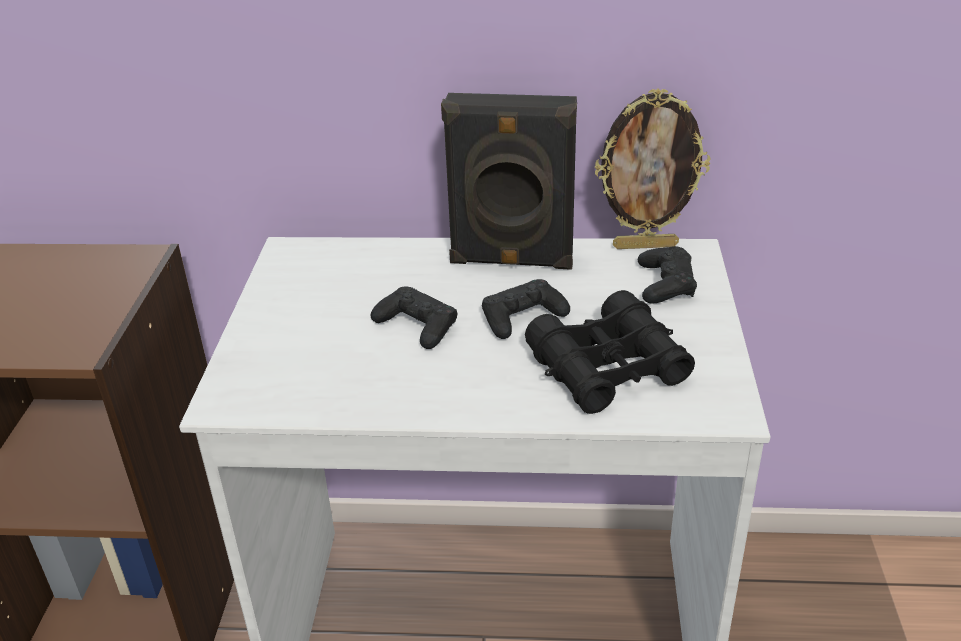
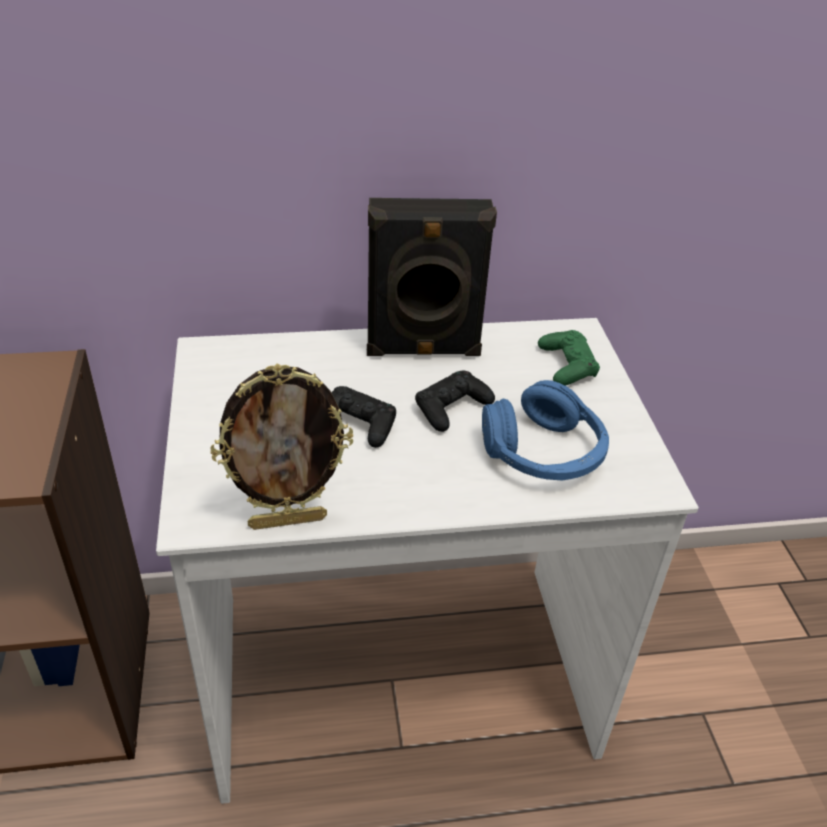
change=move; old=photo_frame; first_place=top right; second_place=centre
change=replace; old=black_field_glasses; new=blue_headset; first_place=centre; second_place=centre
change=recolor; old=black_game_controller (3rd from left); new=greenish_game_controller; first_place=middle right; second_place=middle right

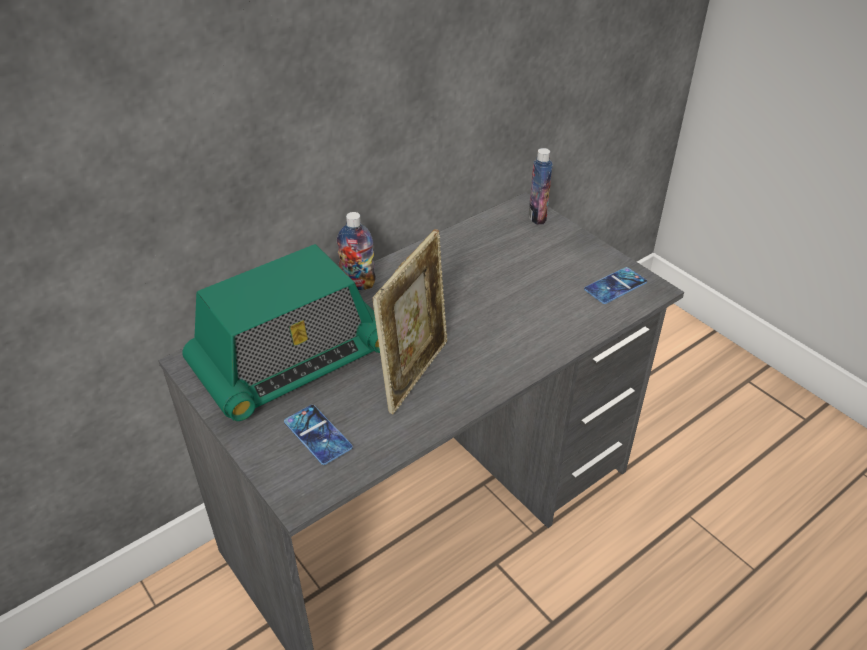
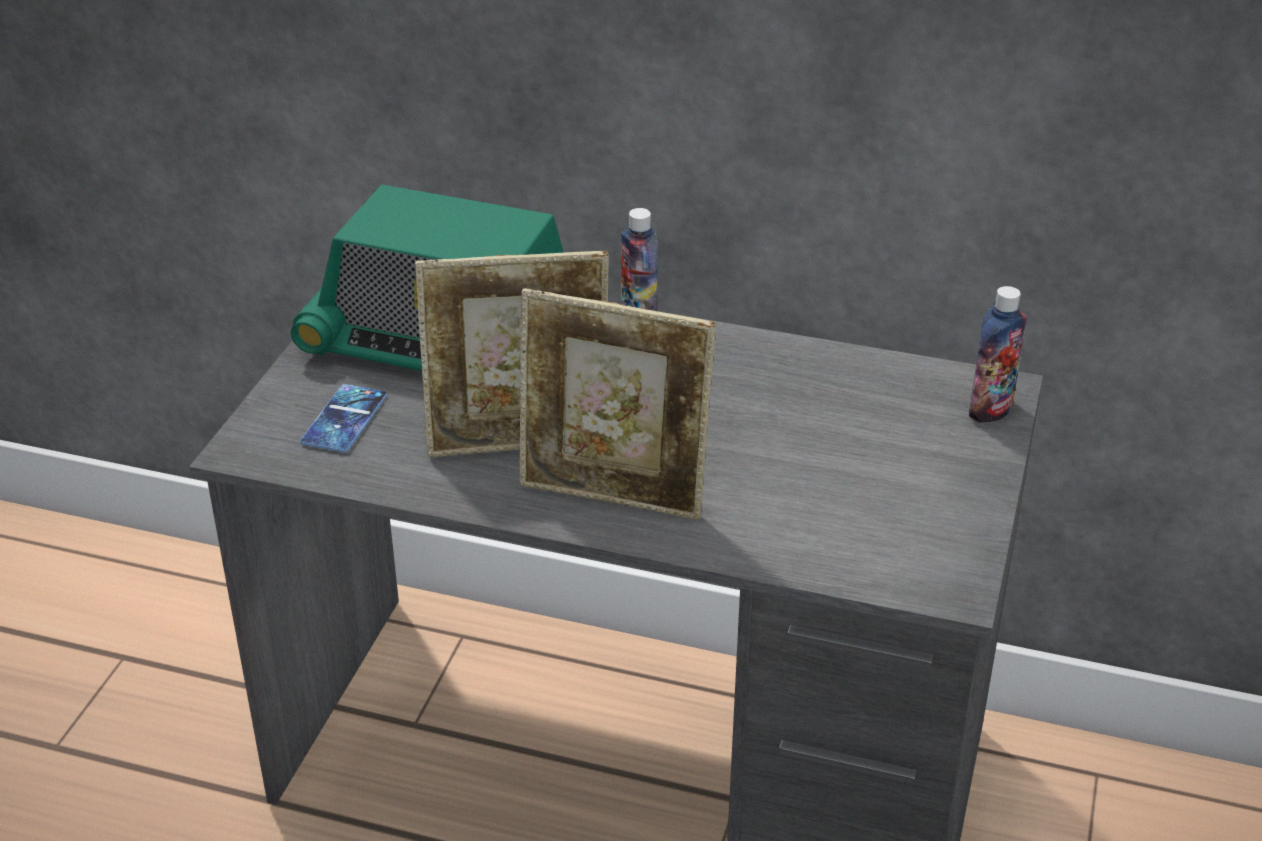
change=delete; old=handset (2nd from left); first_place=middle right
change=insert; new=photo_frame (2nd from left); second_place=centre

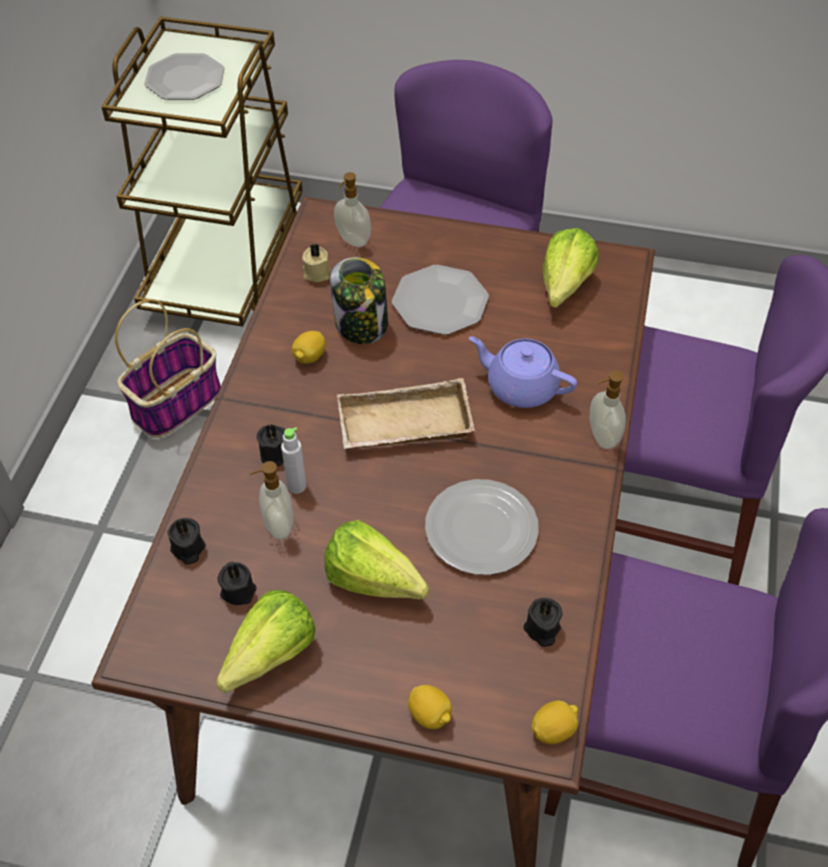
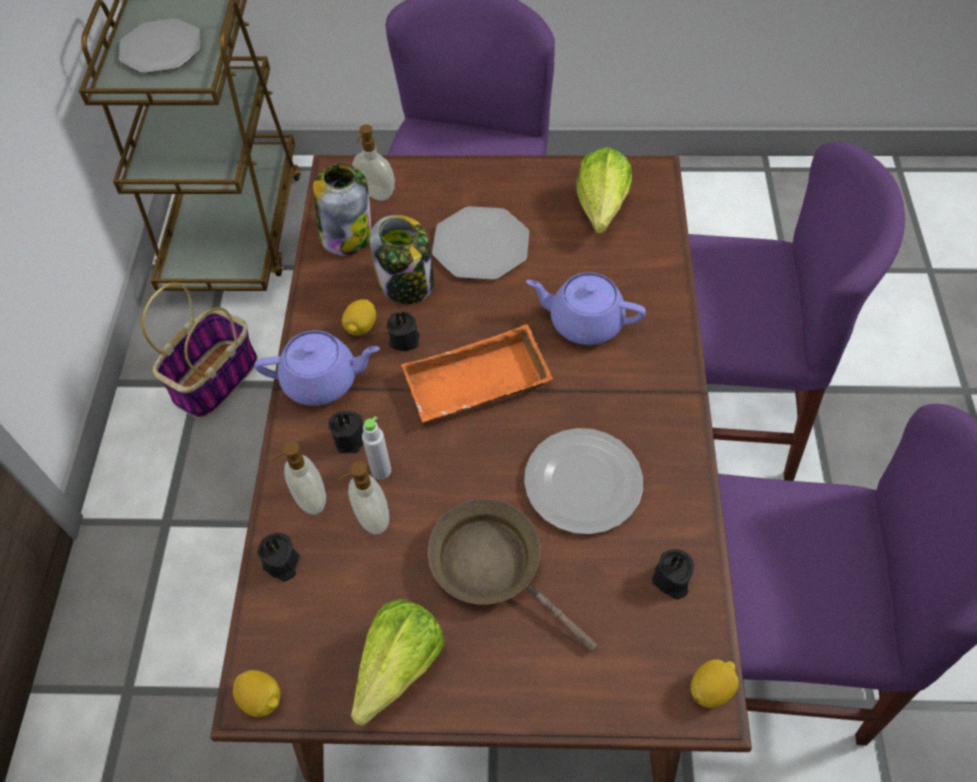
change=insert; new=purple-coloured_pot_for_tea (1st from left); second_place=middle left
change=move; old=black_wax_light (2nd from left in the first image); new=black_wax_light (3rd from left); first_place=bottom left; second_place=centre
change=move; old=citrus_fruit (2nd from left in the first image); new=citrus_fruit (1st from left); first_place=bottom centre; second_place=bottom left
change=move; old=soap_bottle (3rd from left in the first image); new=soap_bottle (1st from left); first_place=middle right; second_place=middle left
change=replace; old=sand-coloured_wax_light; new=jar (1st from left); first_place=top centre; second_place=top centre
change=replace; old=lettuce (2nd from left); new=brown_pan; first_place=centre; second_place=bottom centre
change=recolor; old=sand-coloured_carrying_tray; new=orange-coloured_carrying_tray; first_place=centre; second_place=centre

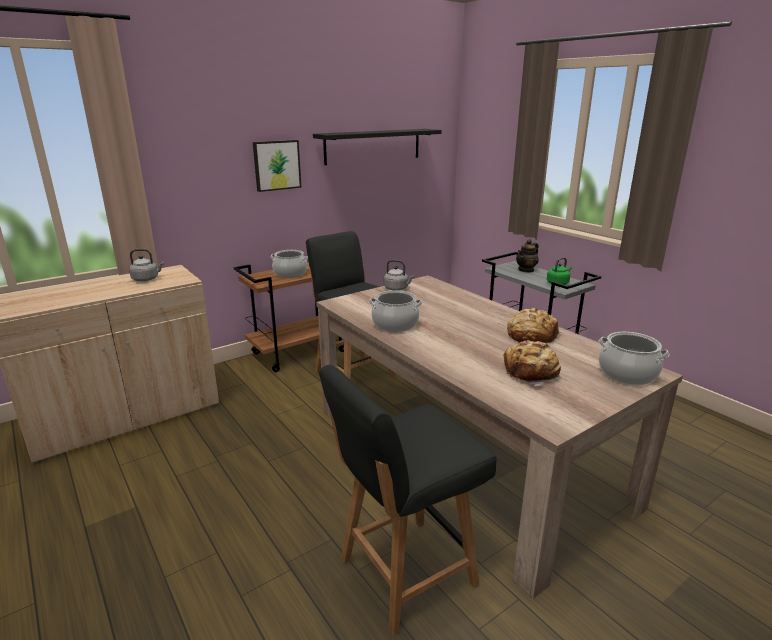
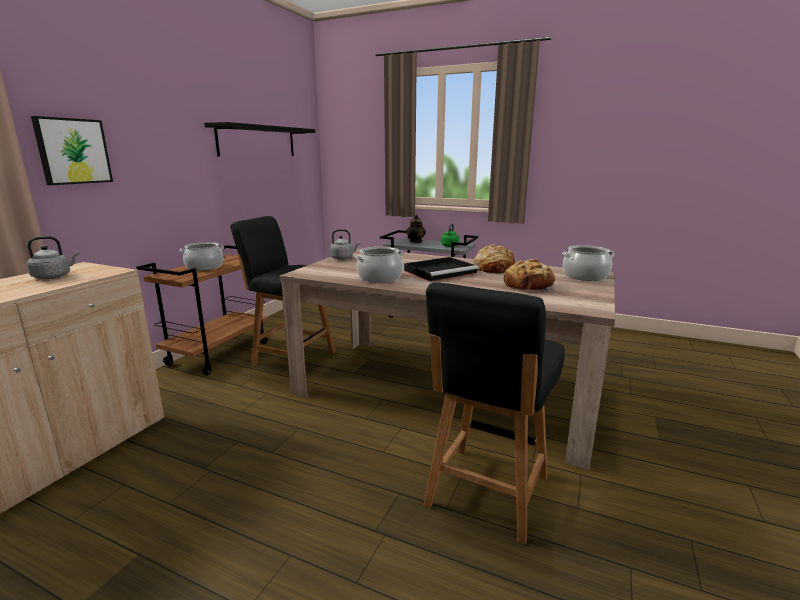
change=insert; new=black_carrying_tray; second_place=centre
change=move; old=wall_art; first_place=top centre; second_place=top left

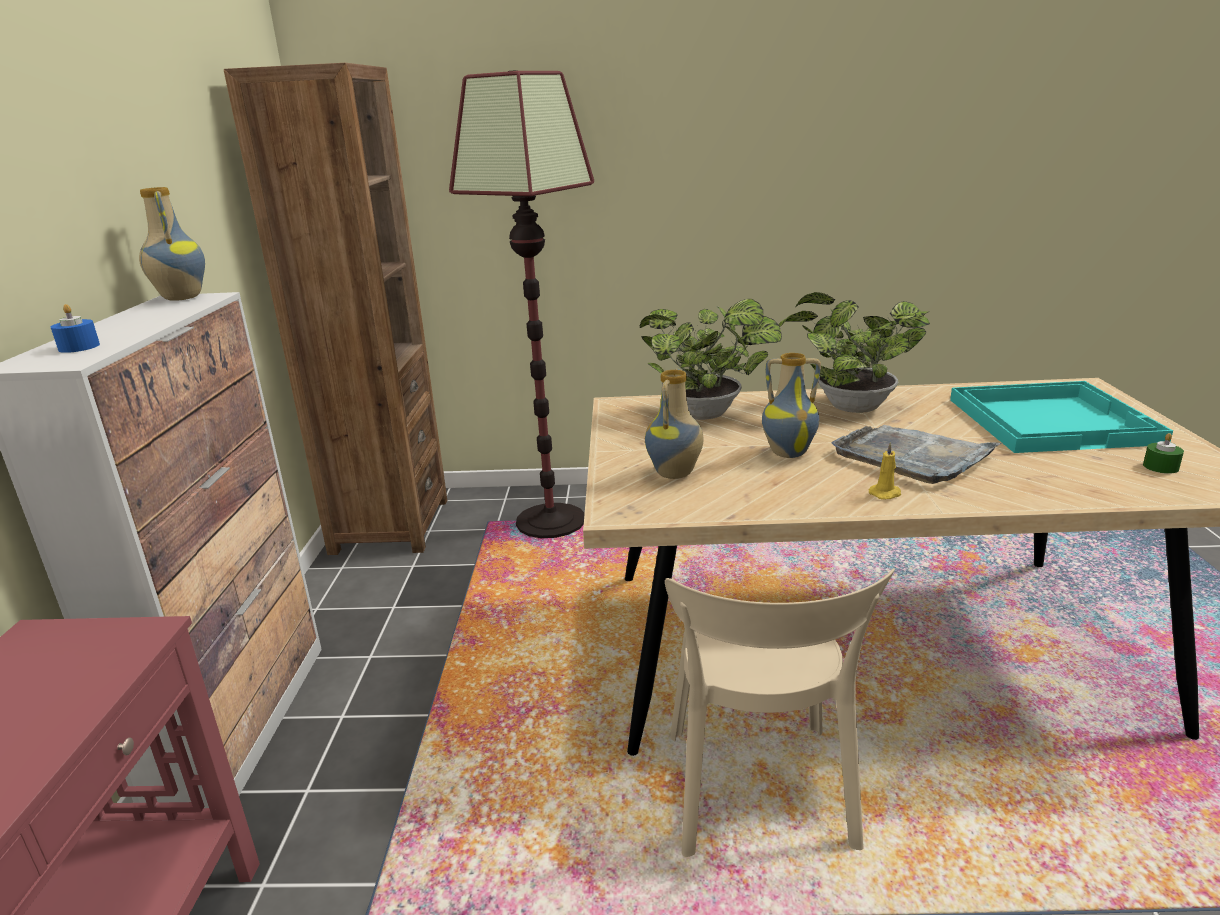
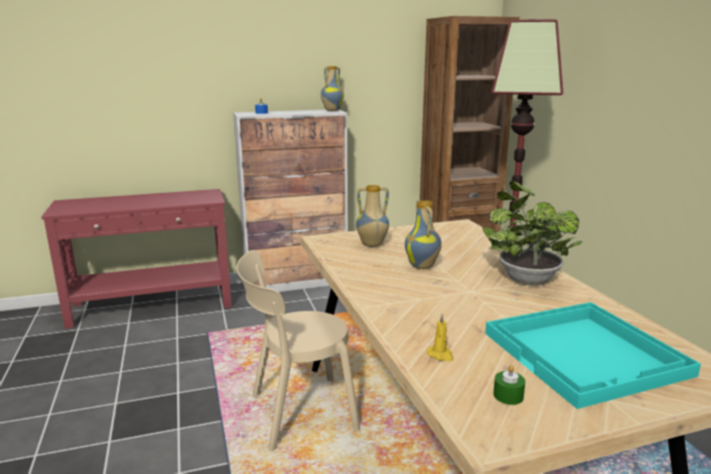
change=delete; old=houseplant (1st from left); first_place=centre
change=delete; old=greyish_carrying_tray; first_place=middle right
change=move; old=yellow_wax_light; first_place=middle right; second_place=bottom centre

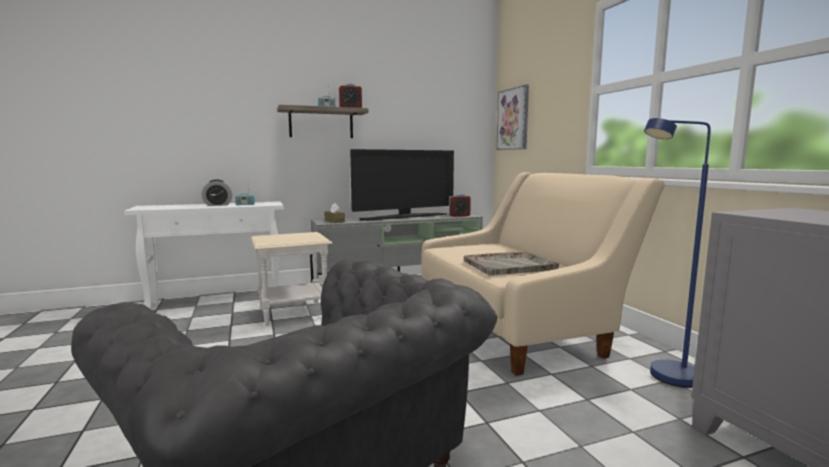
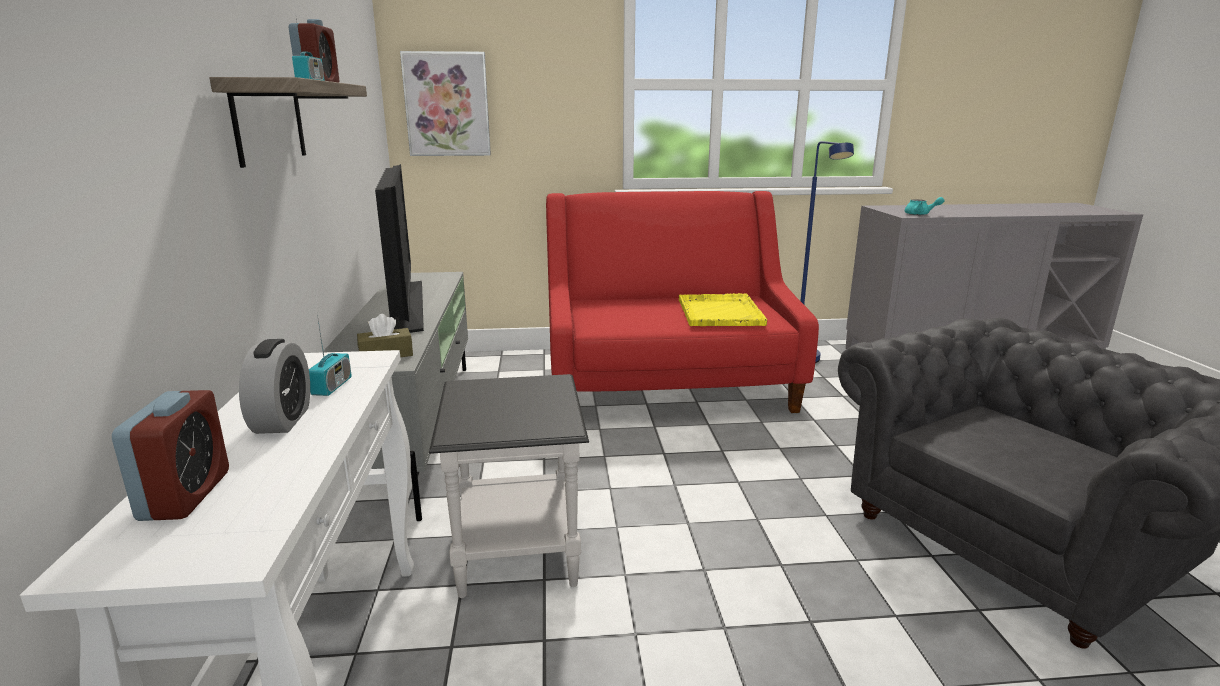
change=insert; new=turquoise-coloured_pot_for_tea; second_place=top right
change=move; old=alarm_clock (3rd from left in the first image); new=alarm_clock (1st from left); first_place=centre; second_place=middle left
change=recolor; old=sand-coloured_end_table; new=black_end_table; first_place=centre; second_place=bottom centre
change=recolor; old=sand-coloured_settee; new=red-coloured_settee; first_place=centre; second_place=centre
change=recolor; old=greyish_carrying_tray; new=yellow_carrying_tray; first_place=centre; second_place=centre

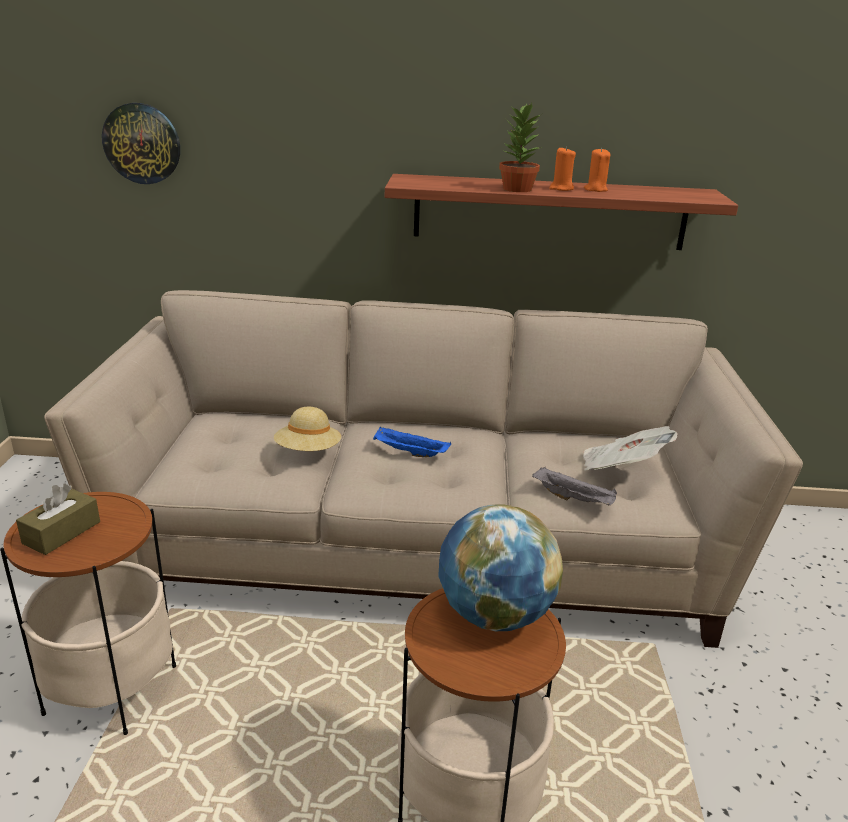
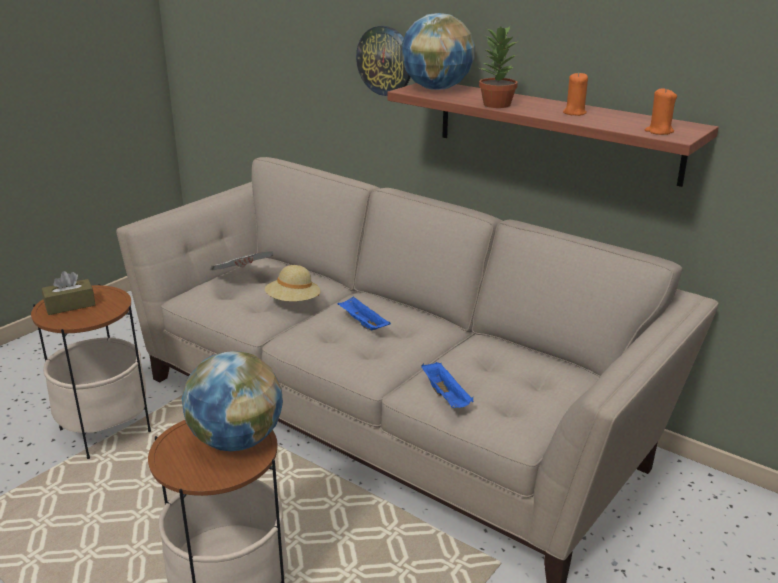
change=insert; new=desk_globe (2nd from left); second_place=top centre
change=move; old=clock_on_the_wall; first_place=top left; second_place=top centre
change=move; old=orange-coloured_wax_light (1st from left in the first image); new=orange-coloured_wax_light (2nd from left); first_place=top centre; second_place=top right
change=move; old=daily_paper; first_place=middle right; second_place=middle left
change=recolor; old=greyish_carrying_tray; new=blue_carrying_tray (2nd from left); first_place=middle right; second_place=centre

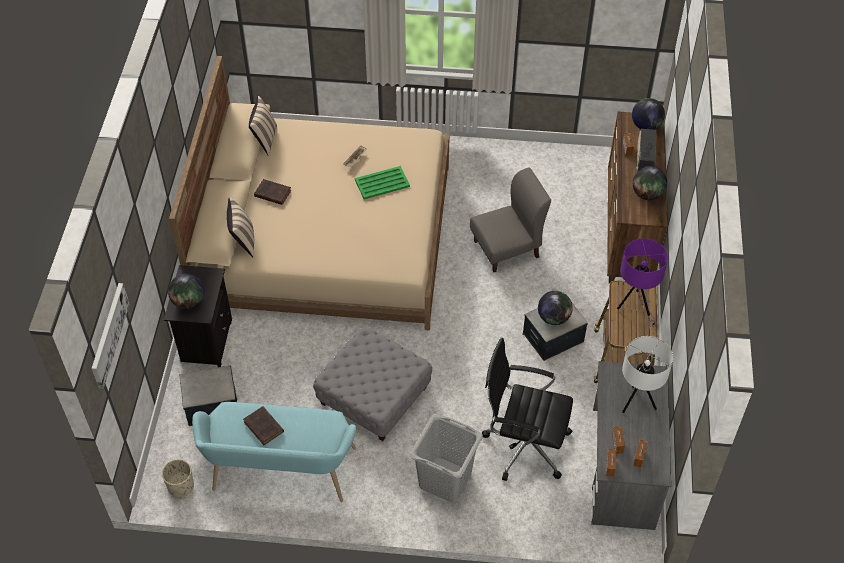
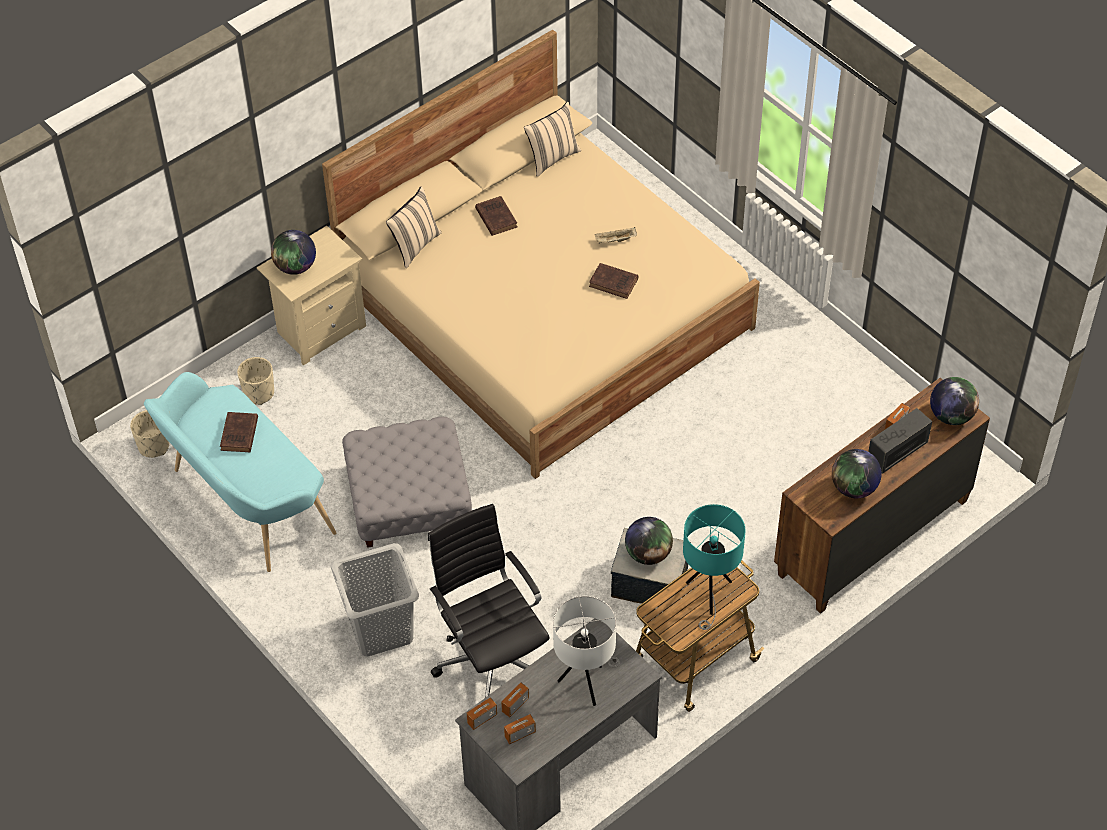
change=delete; old=wall_art; first_place=middle left
change=delete; old=greyish_chair; first_place=centre
change=replace; old=storage_box (1st from left); new=sand-coloured_planter (2nd from left); first_place=bottom left; second_place=middle left
change=replace; old=greenish_carrying_tray; new=brown_book (3rd from left); first_place=top centre; second_place=centre
change=recolor; old=black_night_table; new=sand-coloured_night_table; first_place=middle left; second_place=middle left
change=recolor; old=purple-coloured_lamp_for_a_table; new=turquoise-coloured_lamp_for_a_table; first_place=middle right; second_place=bottom centre

